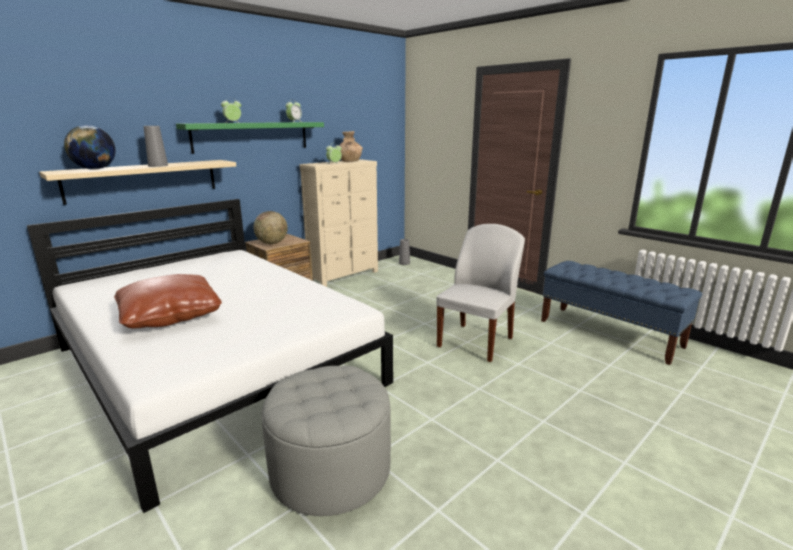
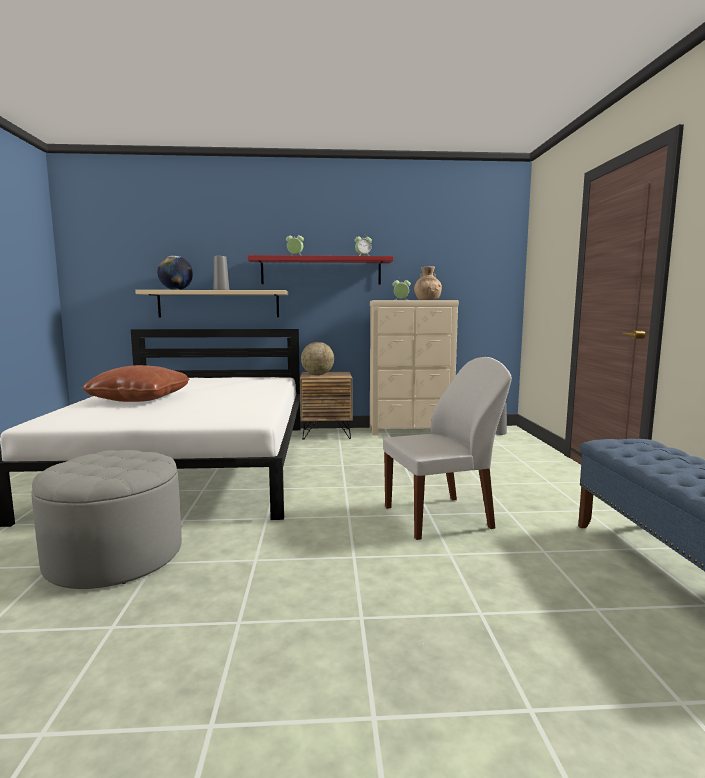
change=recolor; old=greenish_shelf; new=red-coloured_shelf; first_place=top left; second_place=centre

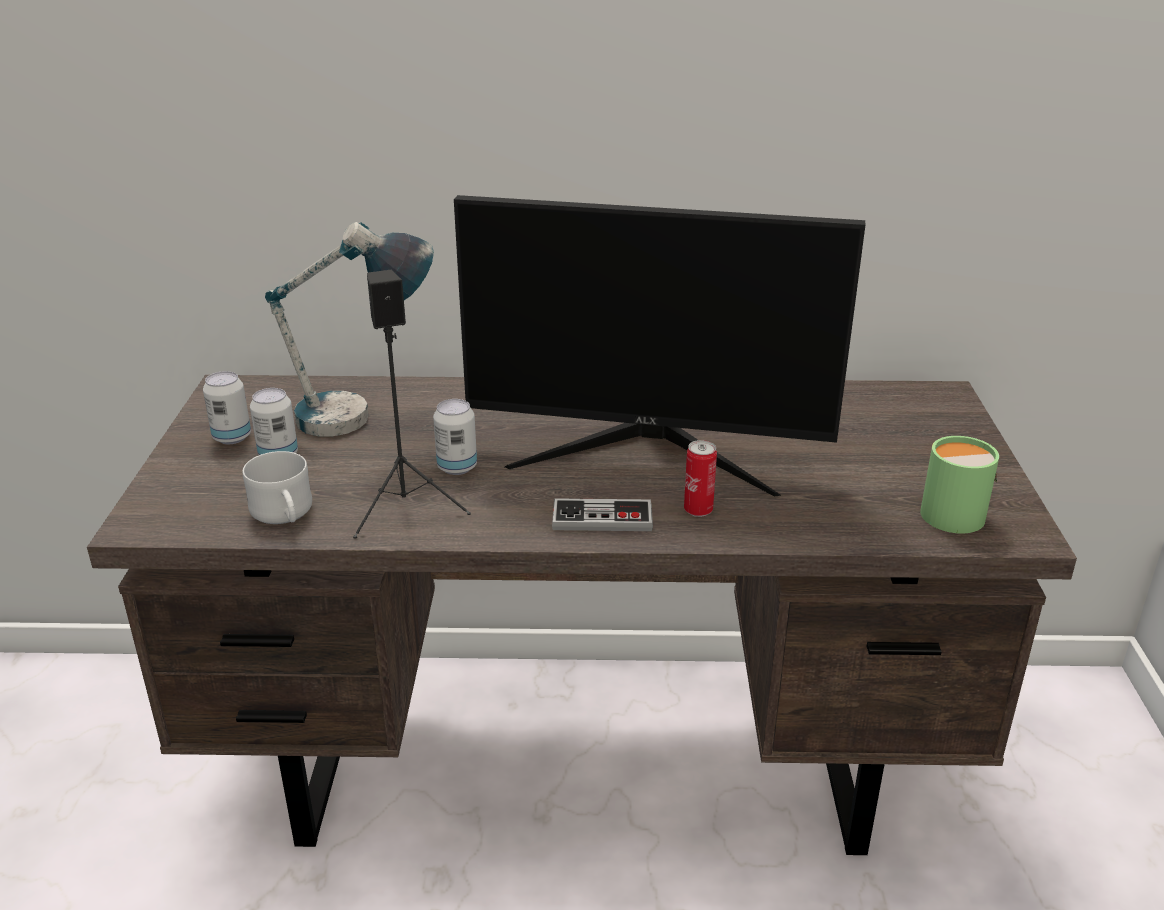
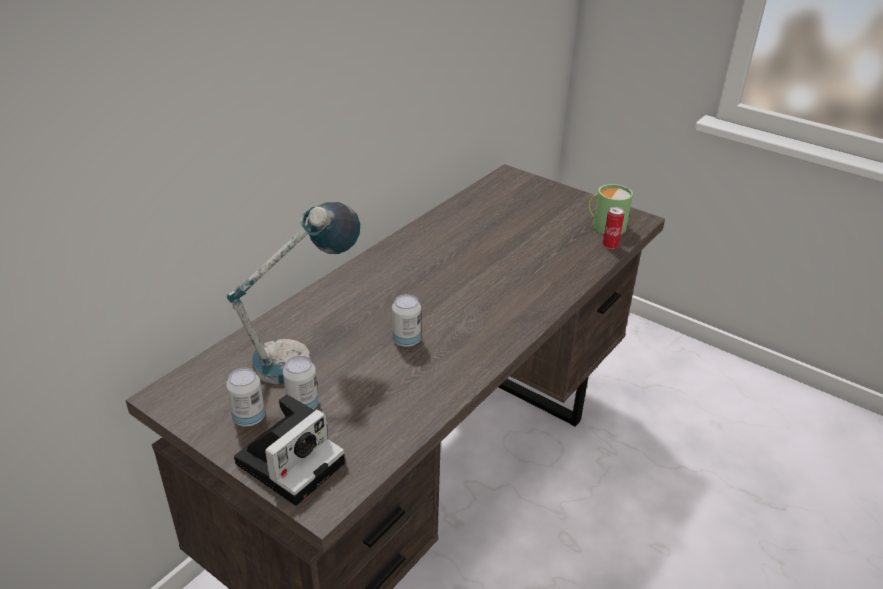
change=delete; old=white_mug; first_place=middle left
change=delete; old=black_speaker; first_place=centre
change=delete; old=computer_screen; first_place=centre
change=delete; old=game_controller; first_place=centre
change=insert; new=photo_camera; second_place=bottom left
change=move; old=can (4th from left); first_place=centre; second_place=middle right

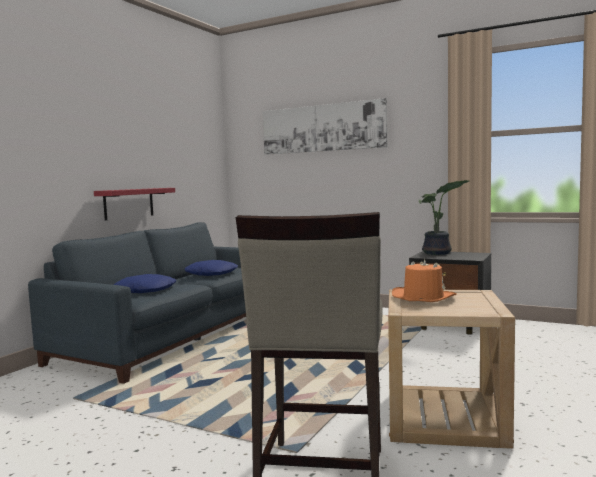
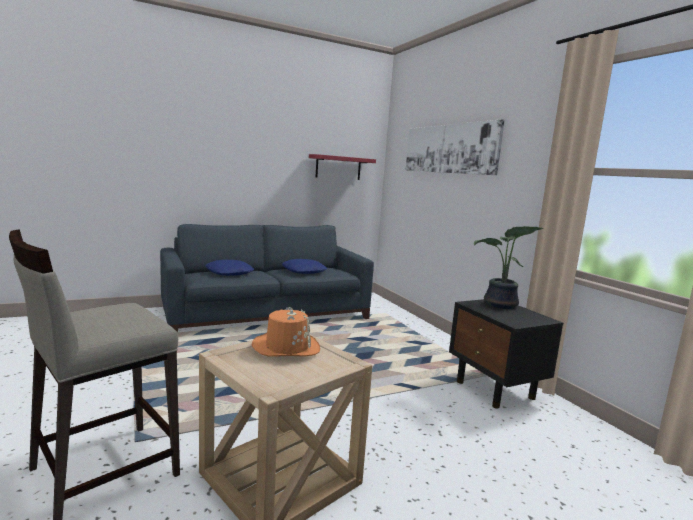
change=move; old=red-coloured_shelf; first_place=middle left; second_place=top centre

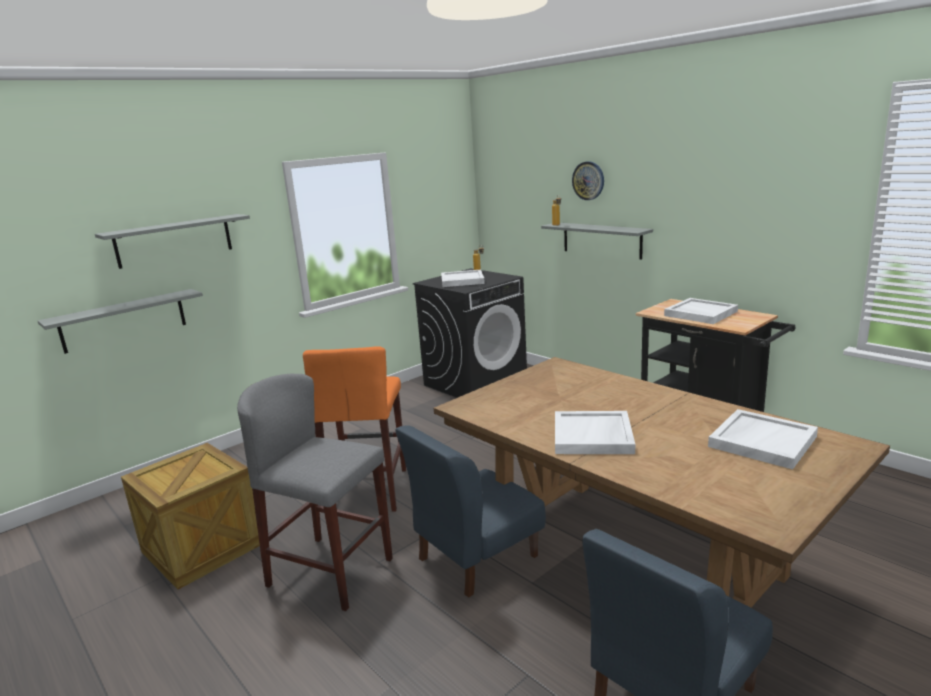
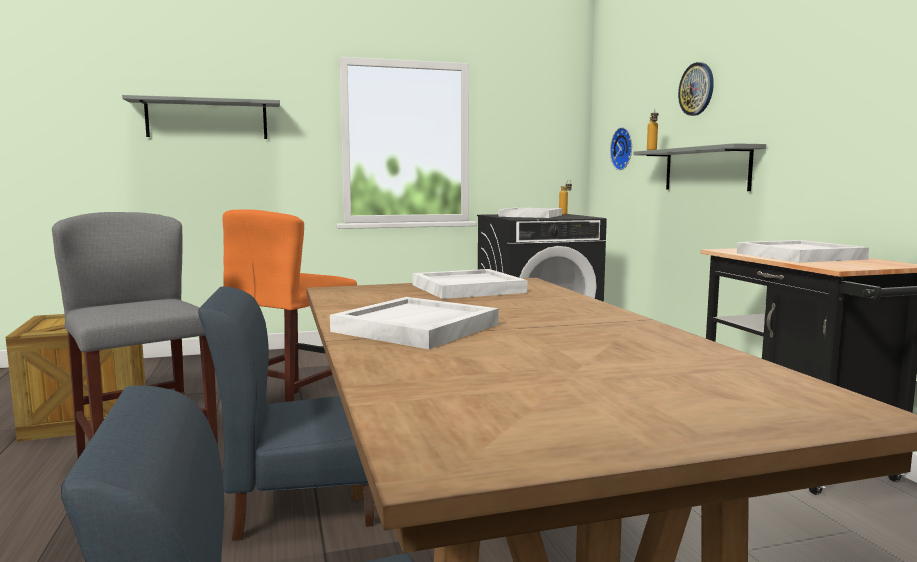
change=delete; old=greyish_shelf (1st from left); first_place=middle left
change=insert; new=clock_on_the_wall (1st from left); second_place=top right
change=move; old=white_carrying_tray (4th from left in the first image); new=white_carrying_tray (2nd from left); first_place=middle right; second_place=centre

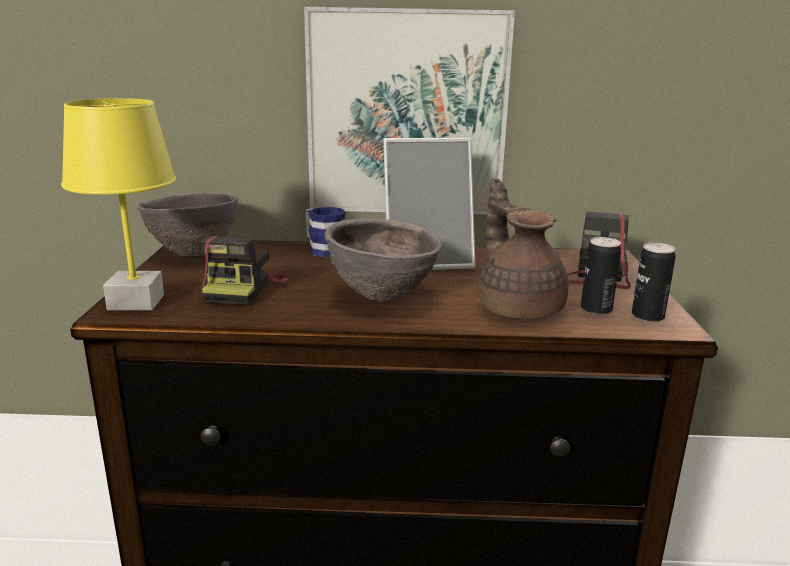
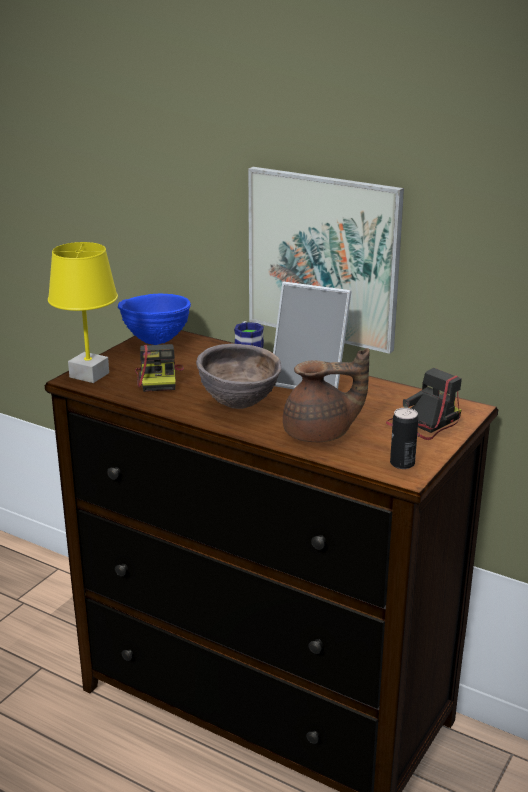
change=delete; old=can (1st from left); first_place=middle right
change=recolor; old=brown_deep_dish (1st from left); new=blue_deep_dish; first_place=middle left; second_place=middle left
change=rotate; old=photo_camera (1st from left); first_place=middle left; second_place=middle left; degrees=-45
change=rotate; old=brown_pot_for_tea; first_place=centre; second_place=centre; degrees=75

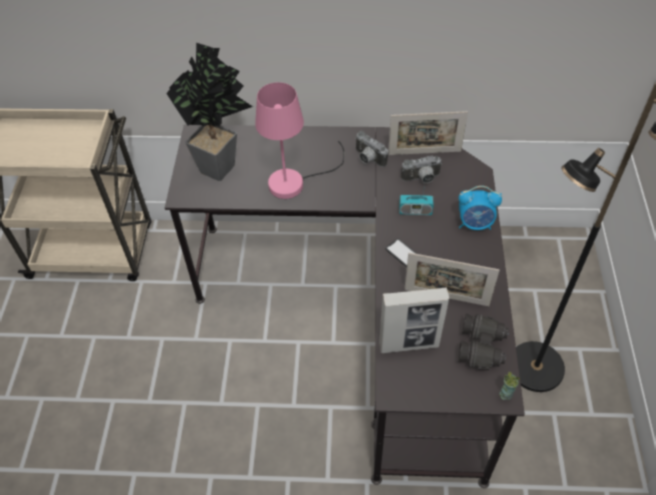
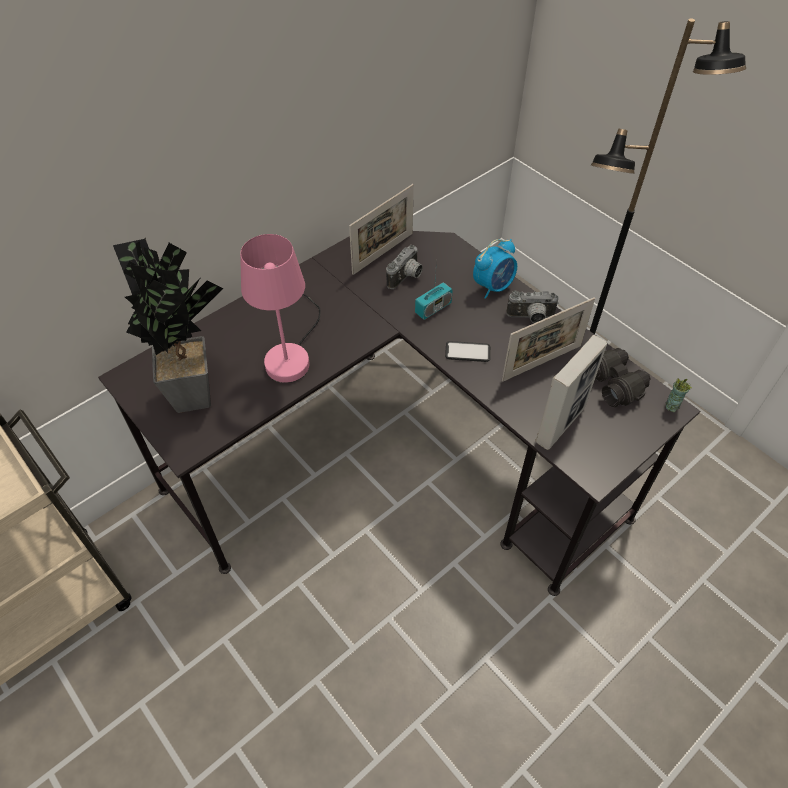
change=move; old=photo_camera (1st from left in the first image); new=photo_camera (2nd from left); first_place=top centre; second_place=middle right

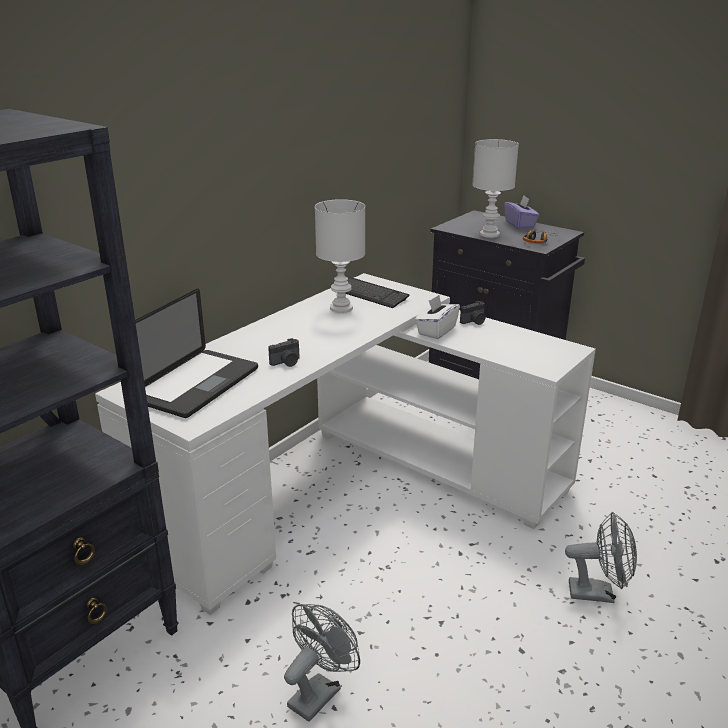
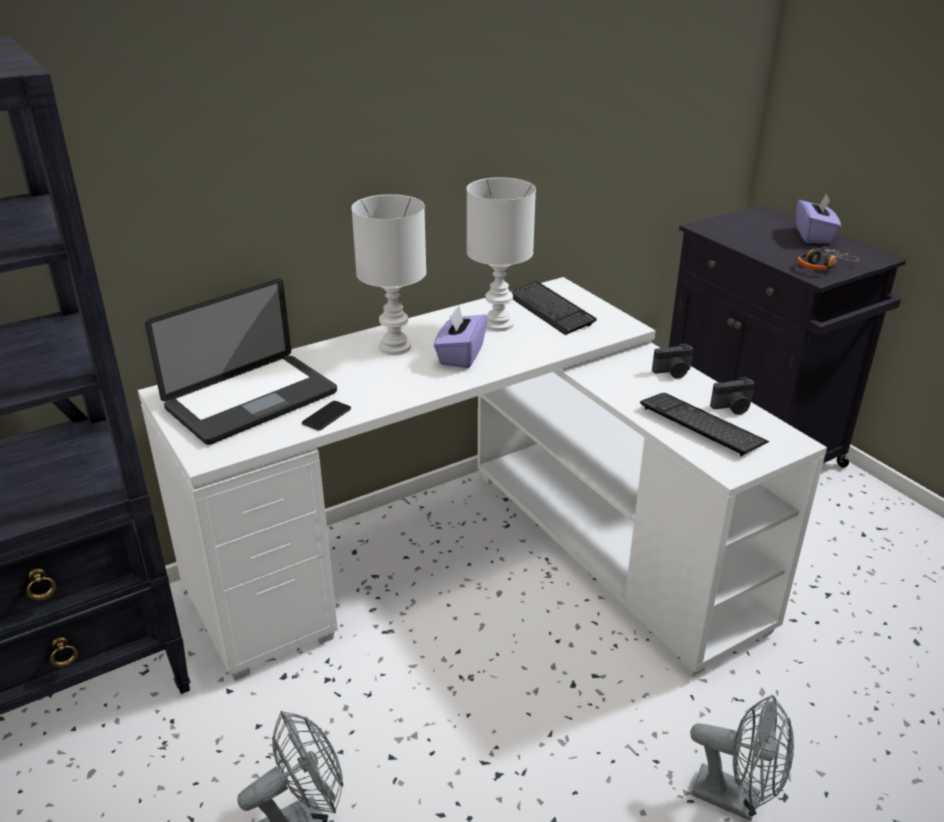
change=delete; old=white_tissue_box; first_place=centre
change=insert; new=handset; second_place=centre
change=insert; new=purple-coloured_tissue_box (1st from left); second_place=centre
change=insert; new=PC_keyboard (2nd from left); second_place=middle right
change=move; old=photo_camera (1st from left in the first image); new=photo_camera (2nd from left); first_place=centre; second_place=middle right
change=move; old=white_lamp_for_a_table (2nd from left in the first image); new=white_lamp_for_a_table (1st from left); first_place=top right; second_place=centre

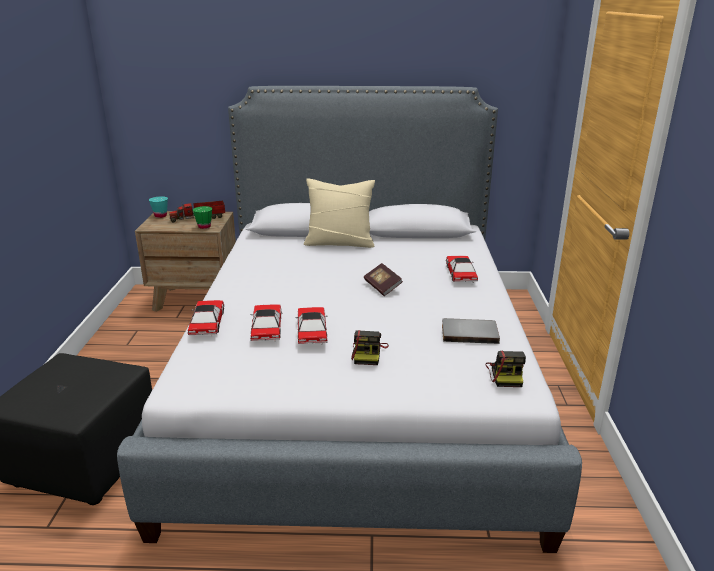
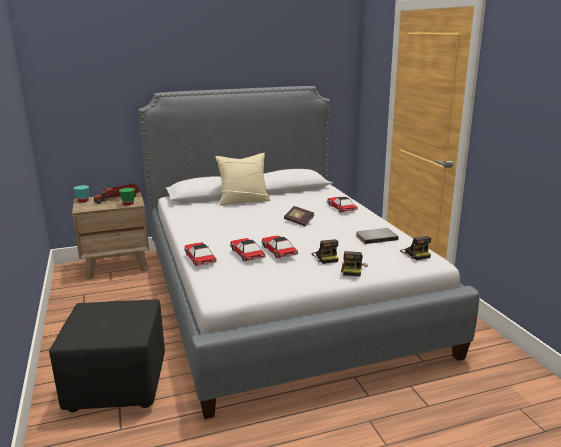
change=insert; new=photo_camera (2nd from left); second_place=centre

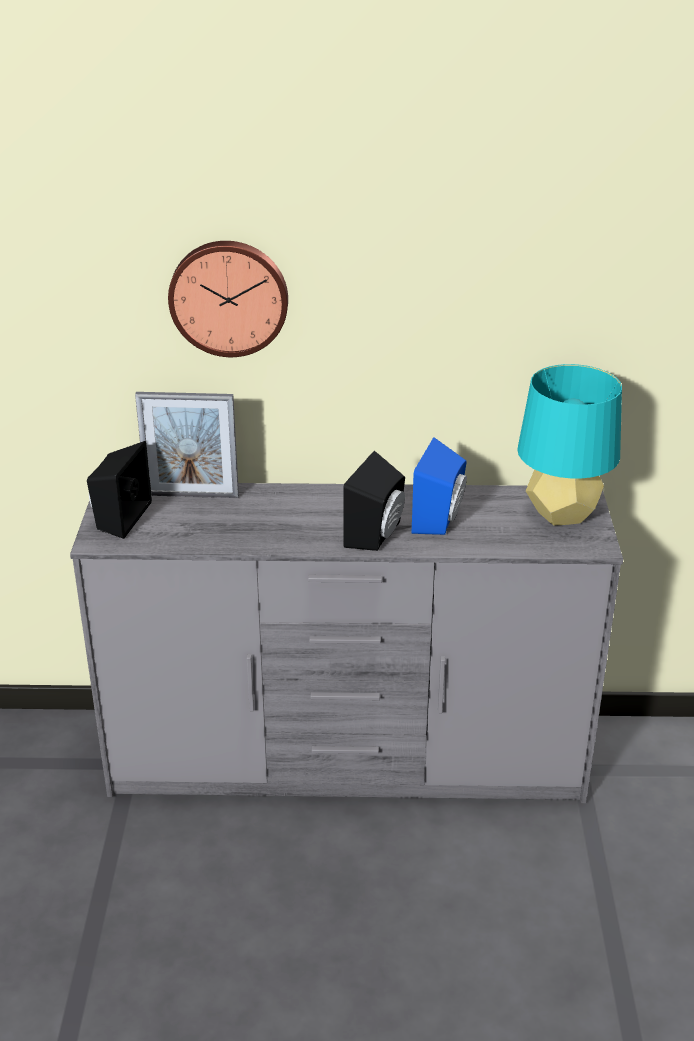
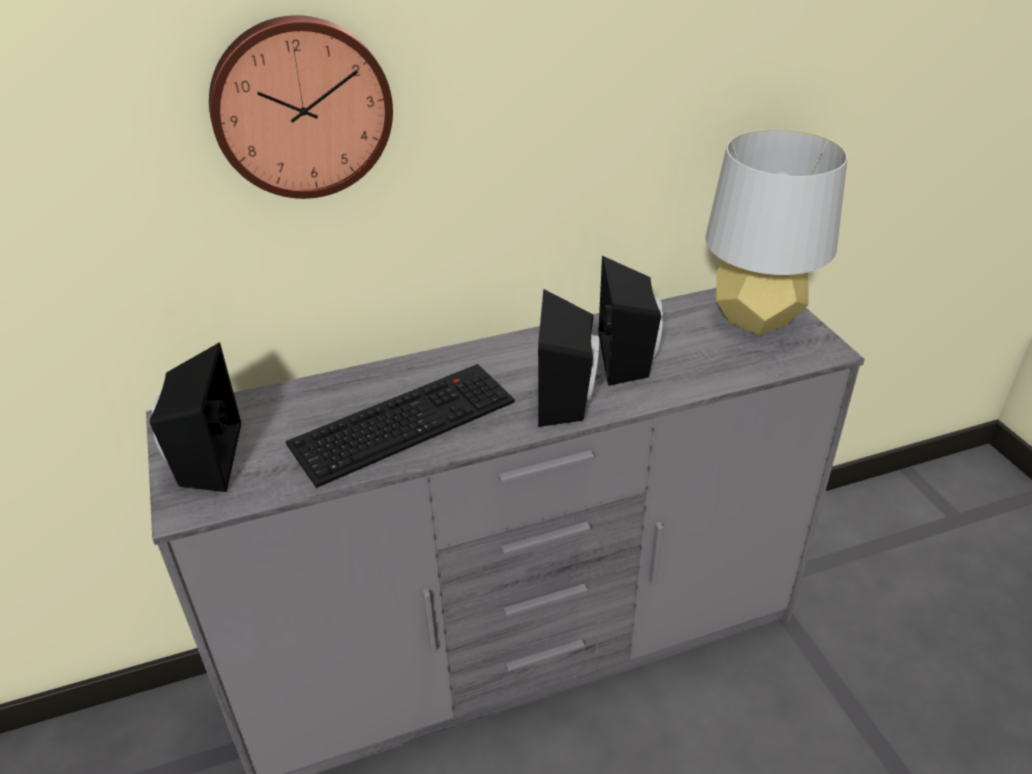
change=delete; old=photo_frame; first_place=middle left
change=insert; new=PC_keyboard; second_place=centre
change=recolor; old=blue_speaker; new=black_speaker (3rd from left); first_place=centre; second_place=centre
change=recolor; old=turquoise-coloured_lamp_for_a_table; new=greyish_lamp_for_a_table; first_place=middle right; second_place=top right

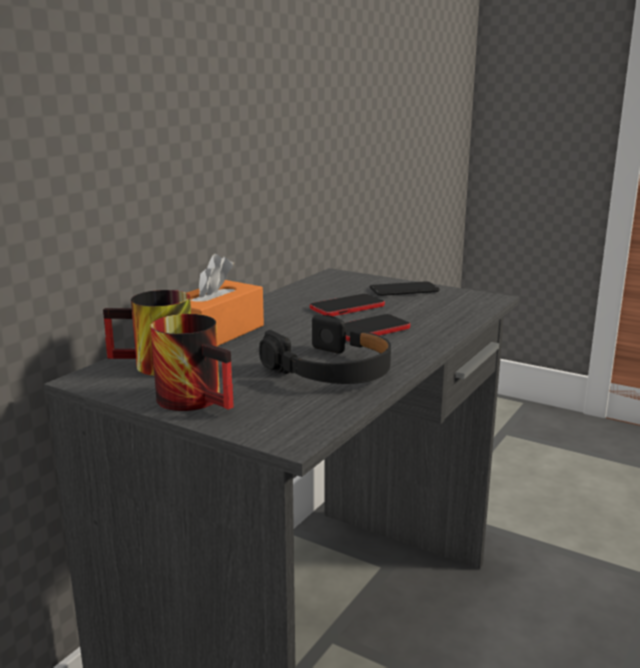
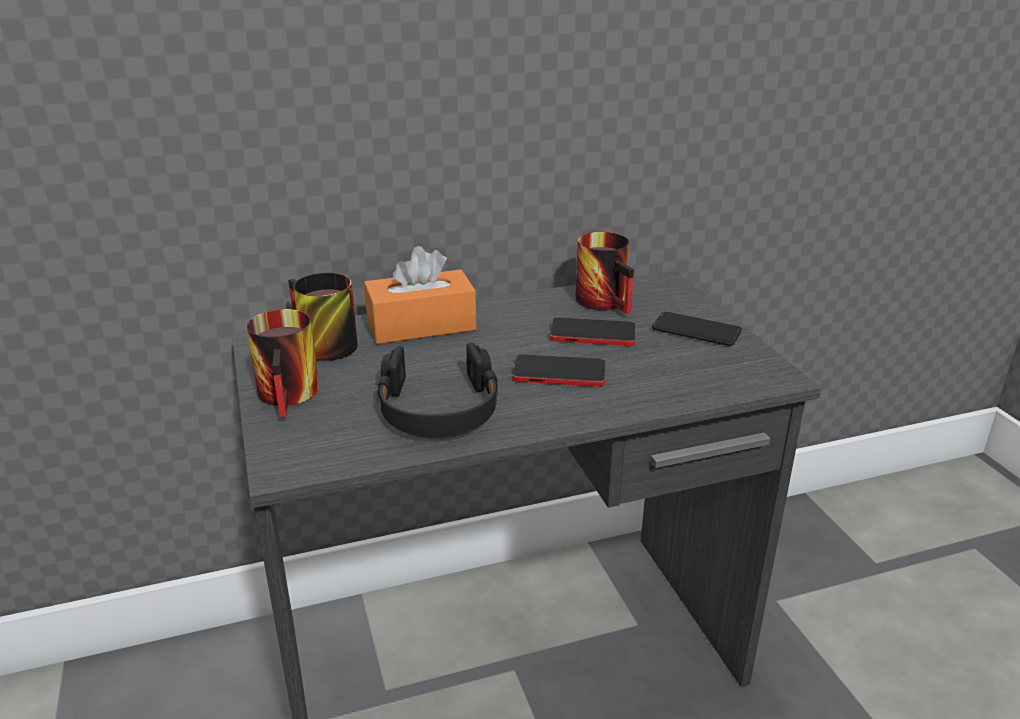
change=insert; new=mug (3rd from left); second_place=centre

